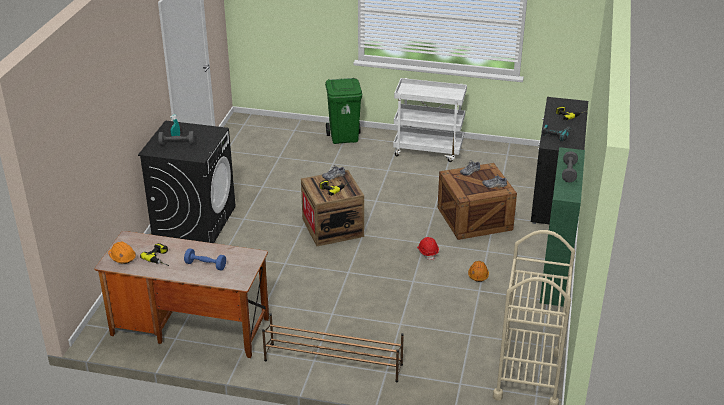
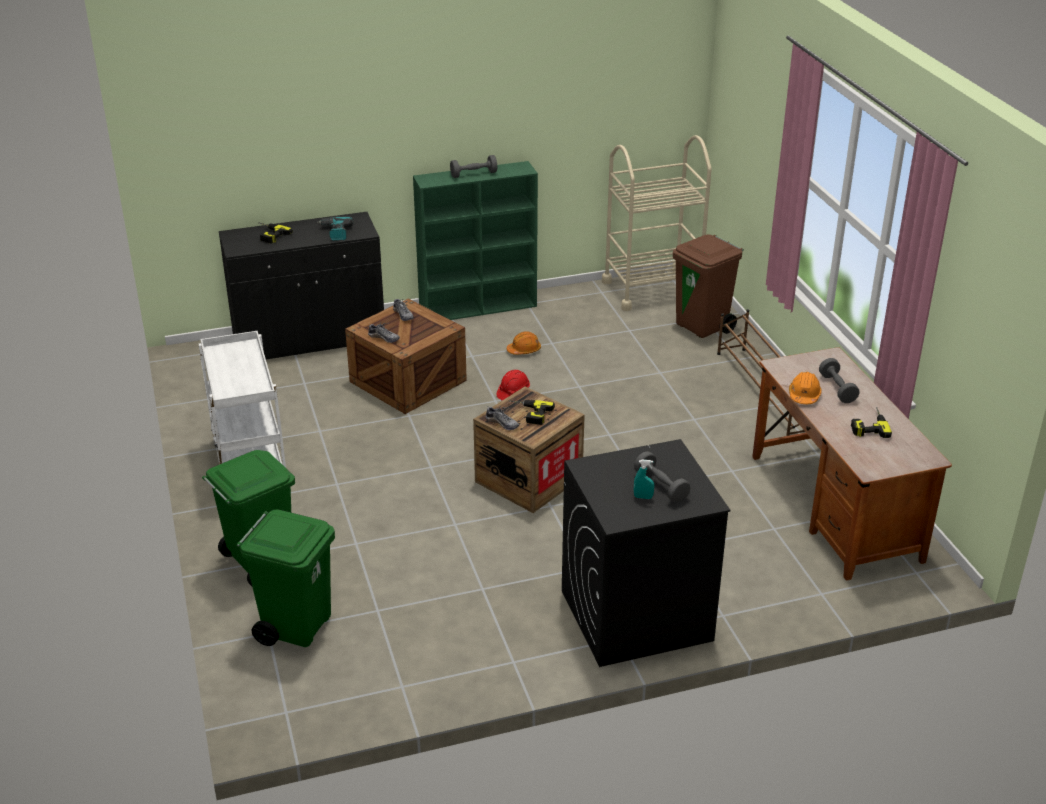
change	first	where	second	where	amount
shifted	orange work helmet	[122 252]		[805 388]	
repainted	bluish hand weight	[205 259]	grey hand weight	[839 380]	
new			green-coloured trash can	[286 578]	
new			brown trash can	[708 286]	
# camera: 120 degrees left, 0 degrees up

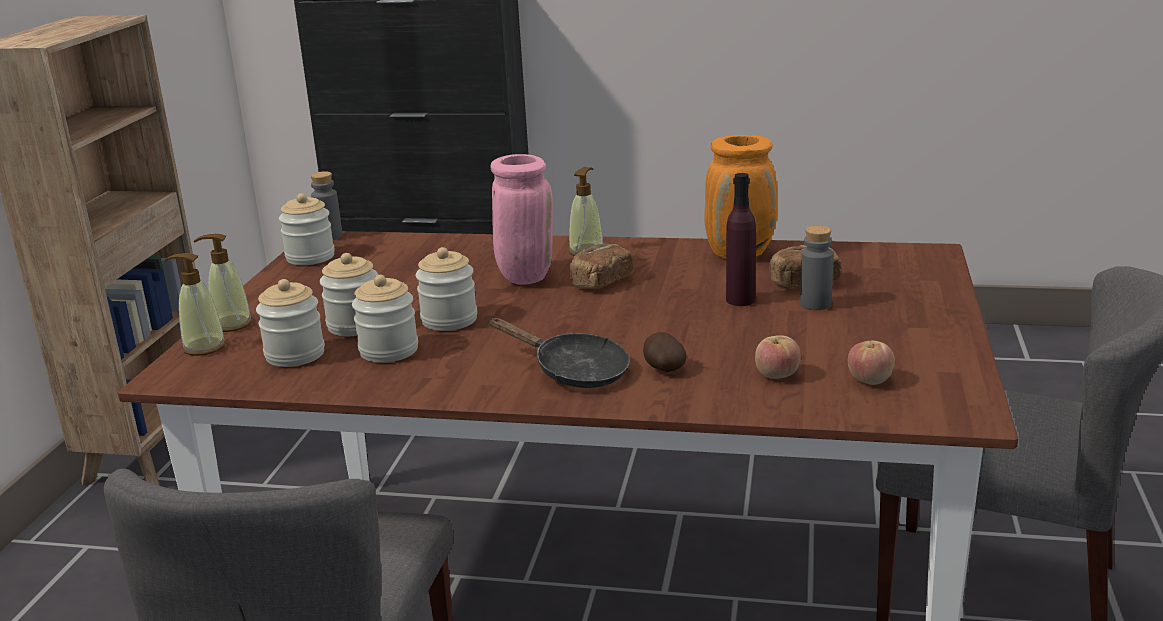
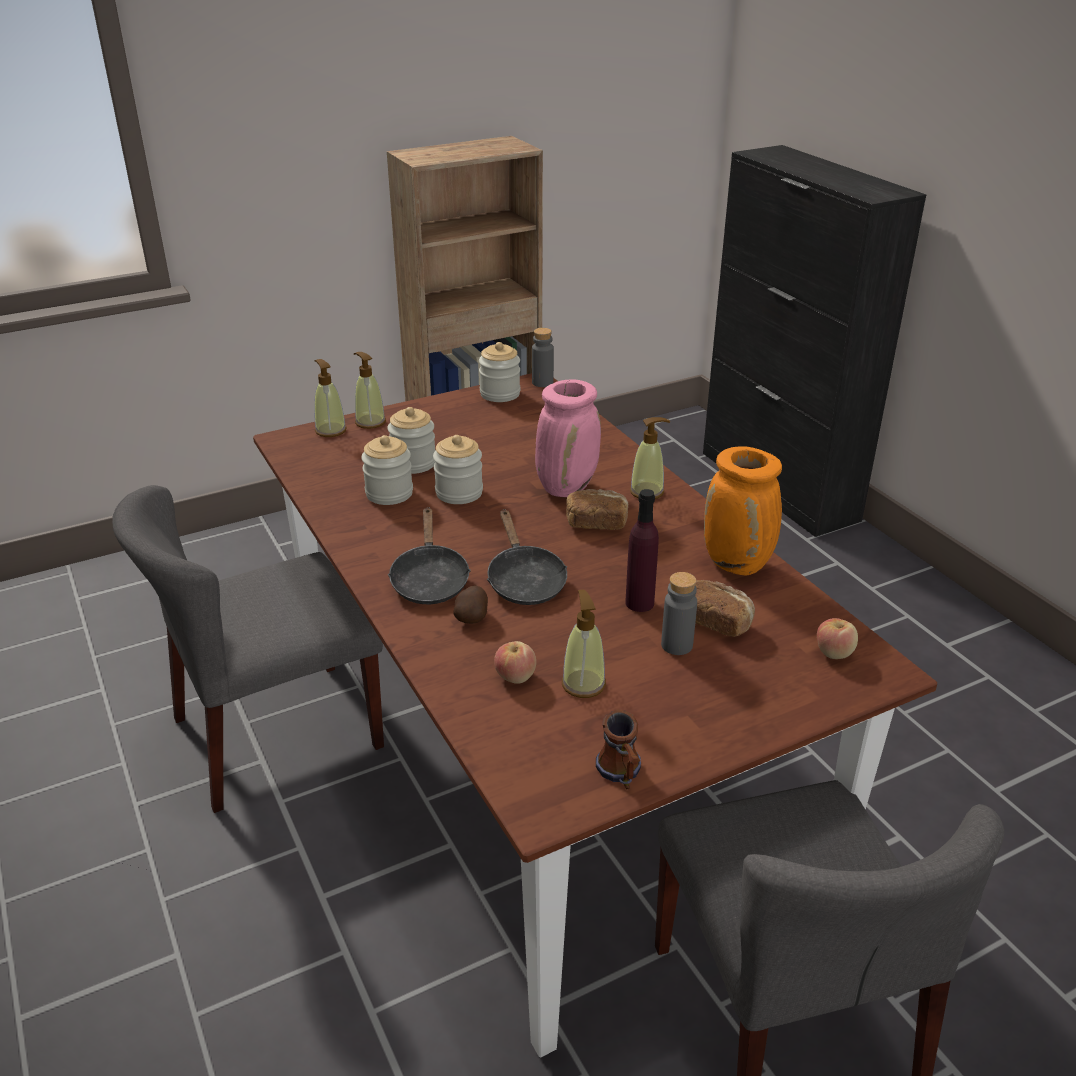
change	first	where	second	where	amount
gone	storage jar	[290 323]			
shifted	whole apple	[871 363]		[837 638]	
new			blackish pan	[527 557]	
new			soap dispenser	[584 644]	
new			coffee mug	[618 750]	
# camera: 50 degrees right, 10 degrees up

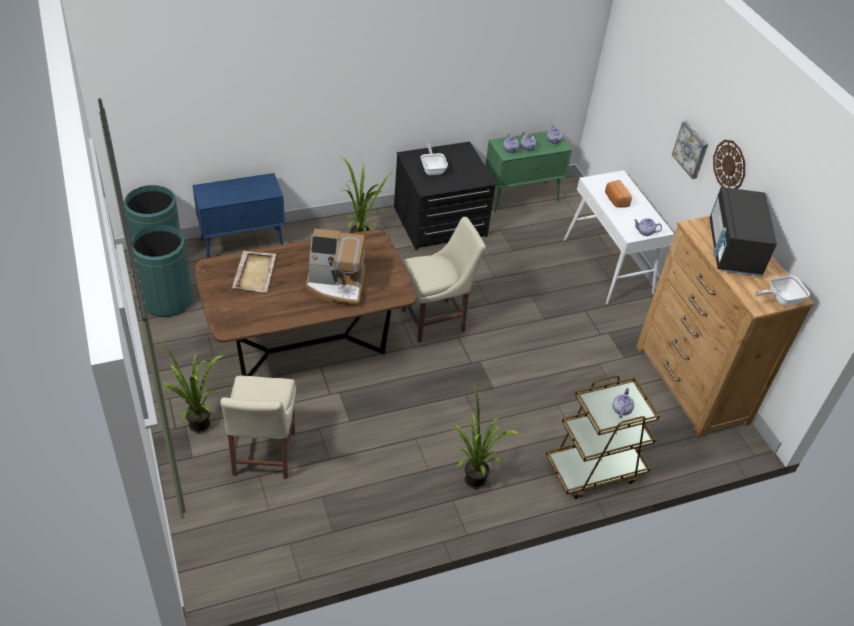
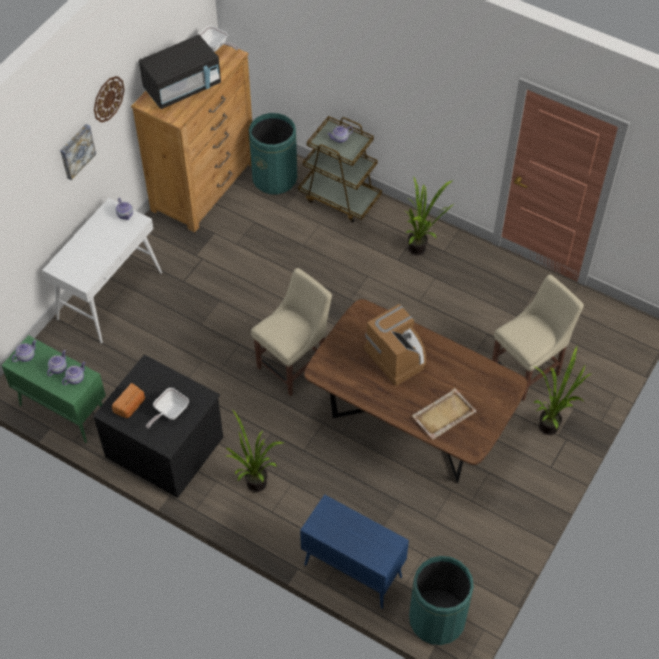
change	first	where	second	where	amount
shifted	green-coloured trash can	[162 271]		[273 154]	
rotated	beige-coloured plain chair	[444 280]		[291 332]	105 degrees clockwise
shifted	baked bread	[618 194]		[128 400]	
# camera: 125 degrees left, 10 degrees up

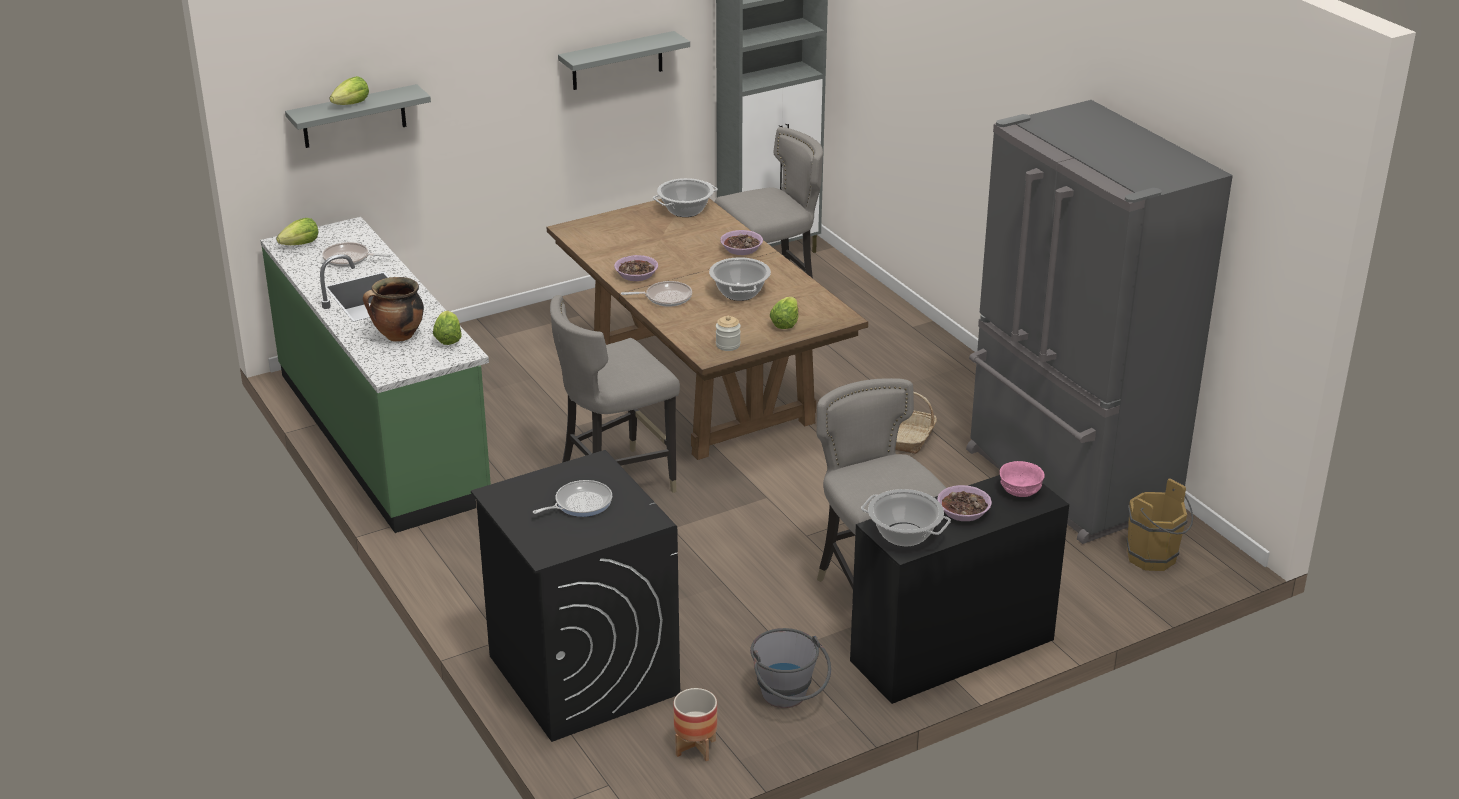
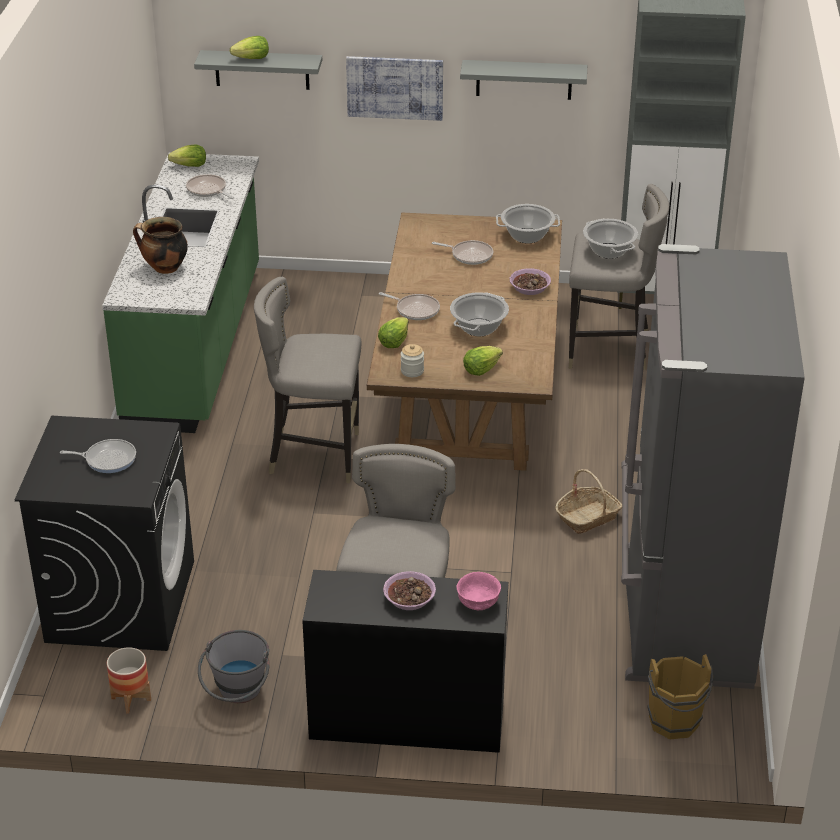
change	first	where	second	where	amount
shifted	lettuce	[447 327]		[393 332]	
gone	deep dish	[636 268]			
shifted	cooking pot	[906 518]		[610 239]	
new			wall picture	[394 88]	
new			pan	[462 252]	
# camera: 35 degrees right, 5 degrees up

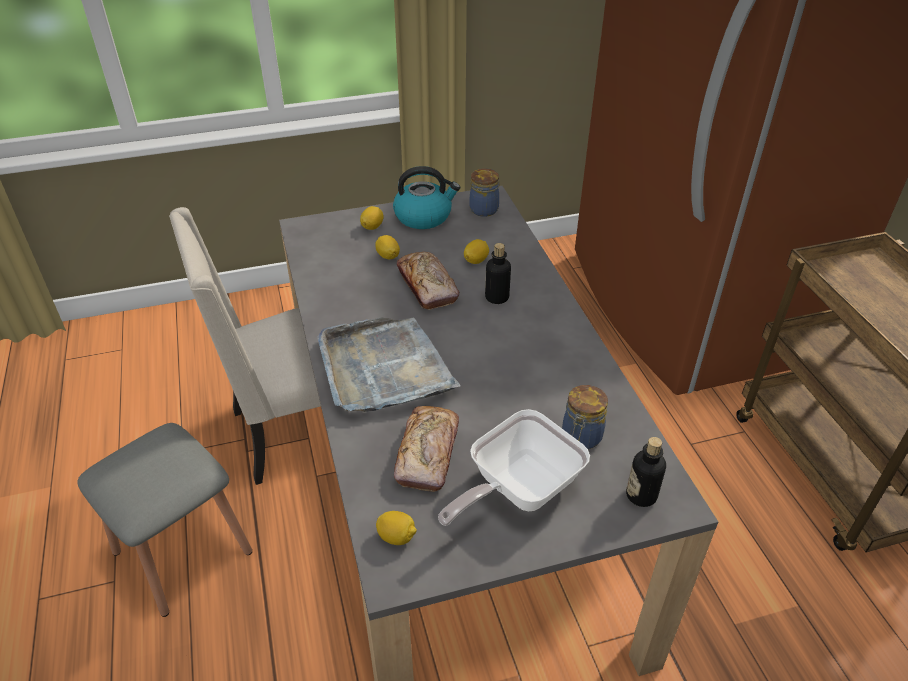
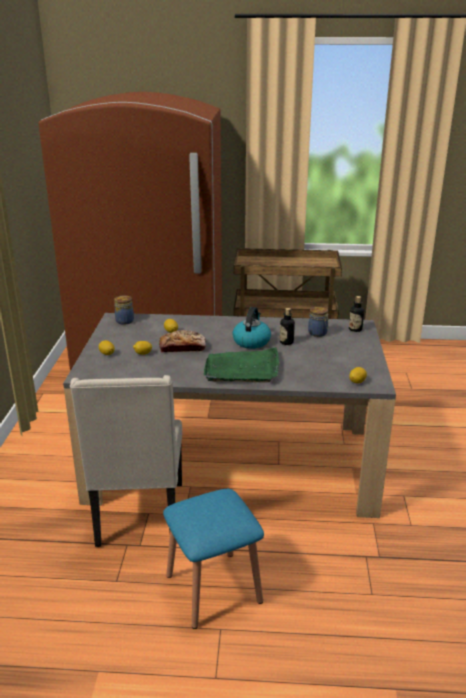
change	first	where	second	where	amount
repainted	grey stool seat	[164 520]	bluish stool seat	[213 559]	
repainted	grey serving tray	[389 365]	green-coloured serving tray	[241 364]	
shifted	kettle	[426 197]		[251 328]	
gone	baked bread	[426 449]			
gone	pan	[514 467]			
shifted	drink bottle	[498 273]		[287 326]	
# camera: 70 degrees left, 15 degrees down

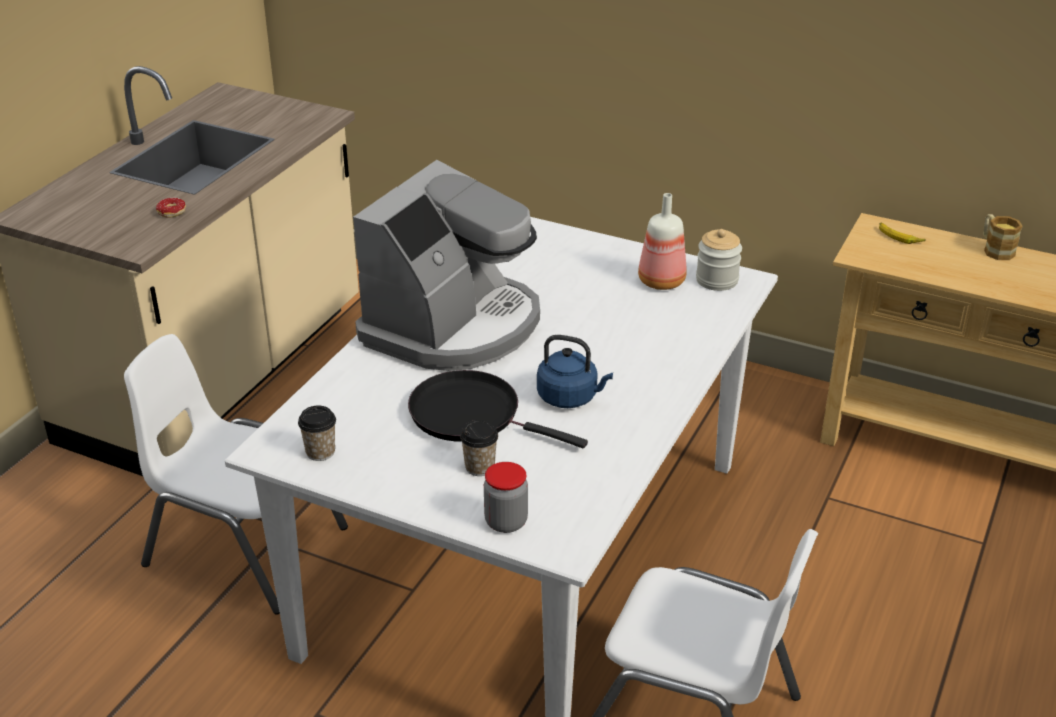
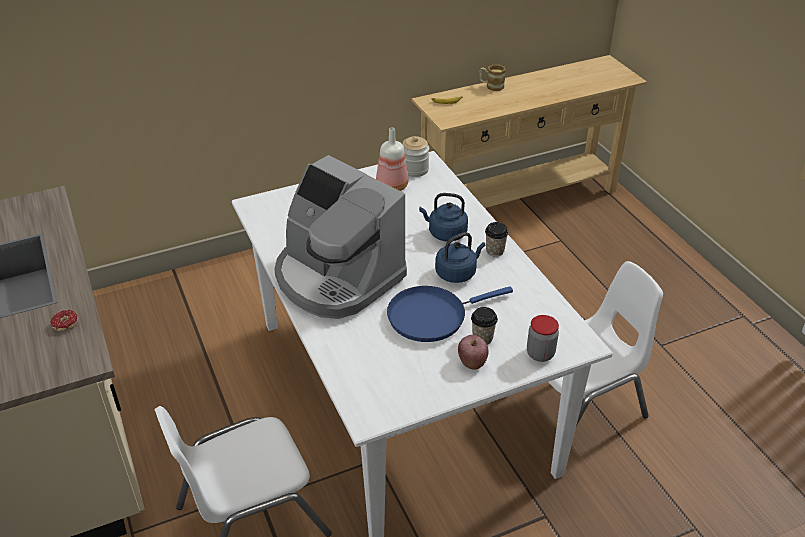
change	first	where	second	where	amount
shifted	cup	[317 433]		[497 239]	
rotated	coffee brewer	[446 265]		[340 237]	150 degrees clockwise
repainted	blackish pan	[498 409]	bluish pan	[450 314]	
new			bluish kettle	[443 217]	
new			whole apple	[473 352]	
# camera: 50 degrees left, 5 degrees up

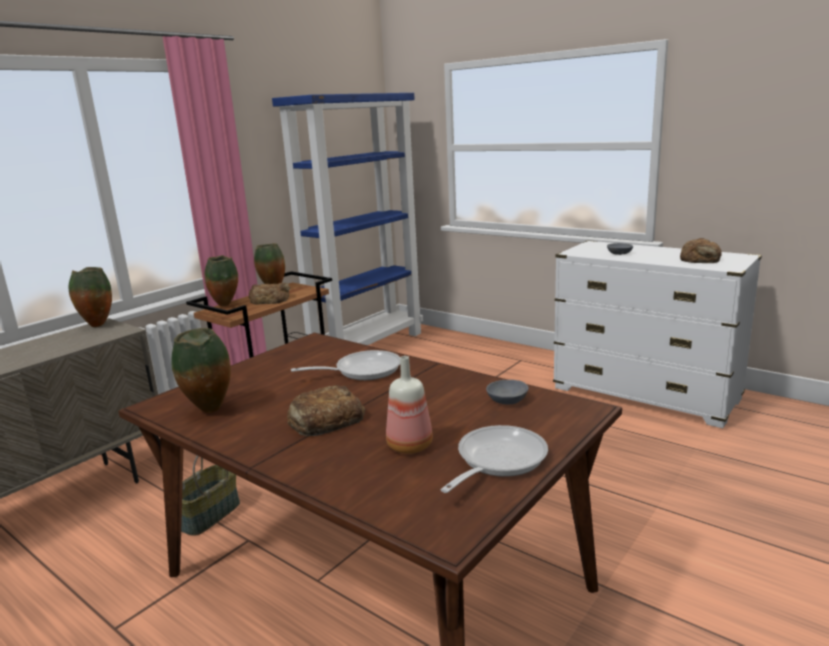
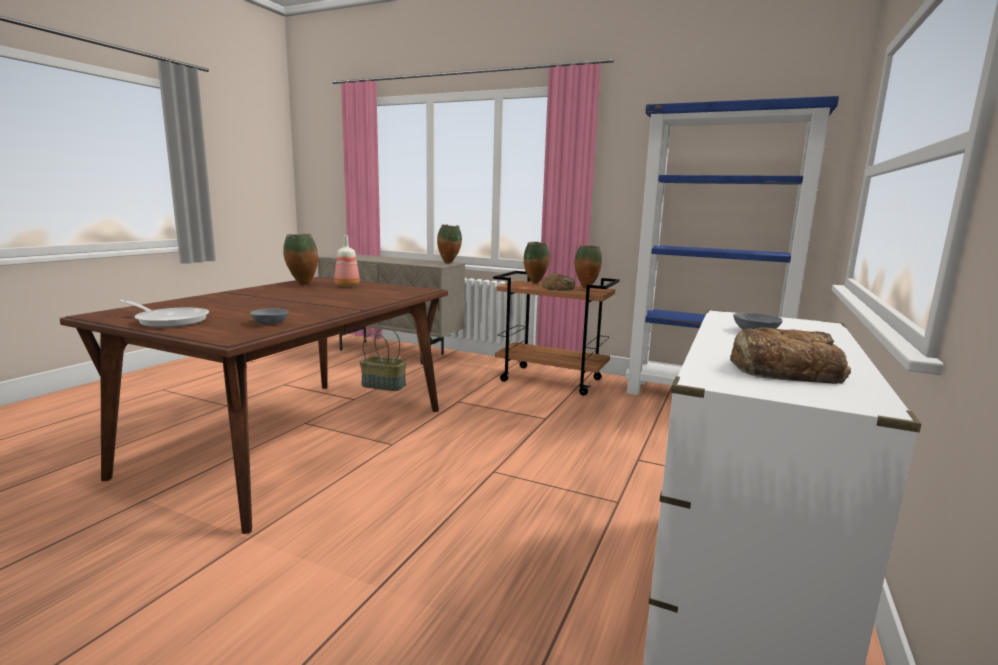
change	first	where	second	where	amount
gone	baked bread	[326 410]			
gone	pan	[345 365]			
shifted	drink bottle	[409 405]		[347 261]	
# camera: 75 degrees right, 5 degrees down

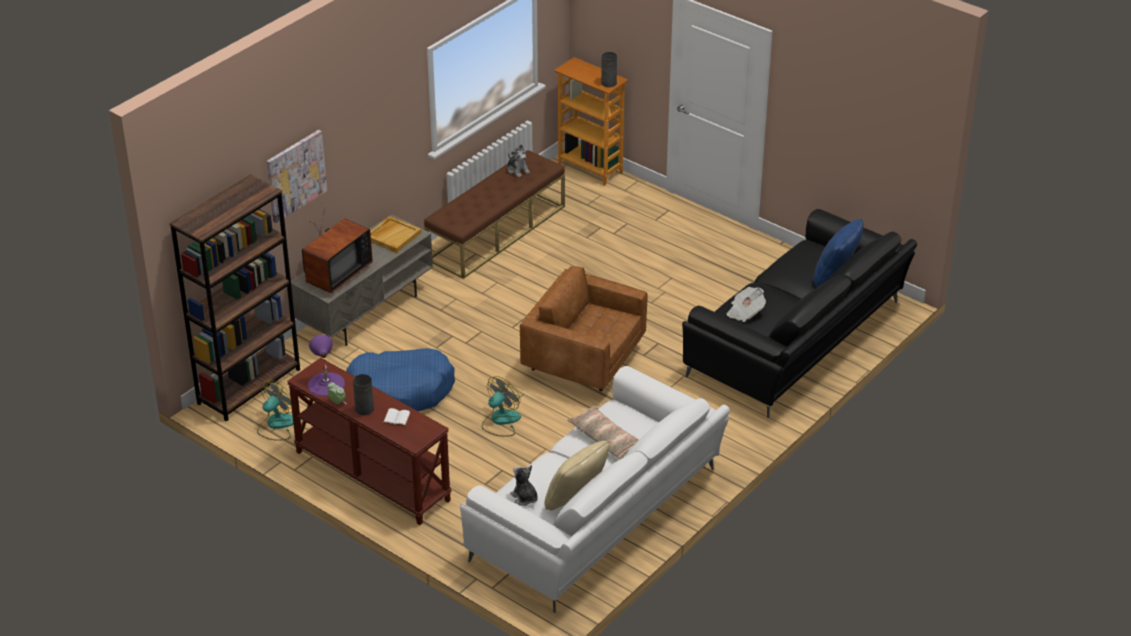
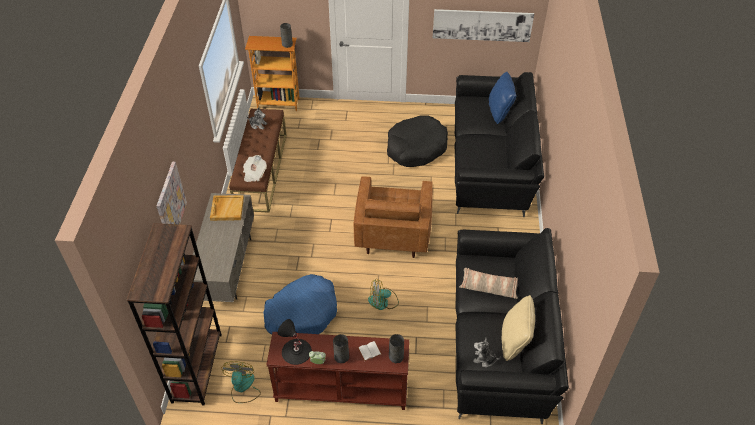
change	first	where	second	where	amount
gone	TV	[337 249]			
repainted	purple lamp for a table	[326 365]	blackish lamp for a table	[295 342]	
repainted	whitish sofa	[595 489]	blackish sofa	[512 326]	
rotated	fan	[501 406]		[383 294]	105 degrees counterclockwise
rotated	brown easy chair	[584 328]		[393 217]	75 degrees counterclockwise
shifted	newspaper	[746 304]		[255 168]	
new			blackish dog cushion	[417 141]	
new			grey flower vase	[396 348]	
new			wall picture	[483 25]	
# camera: 35 degrees left, 10 degrees up

